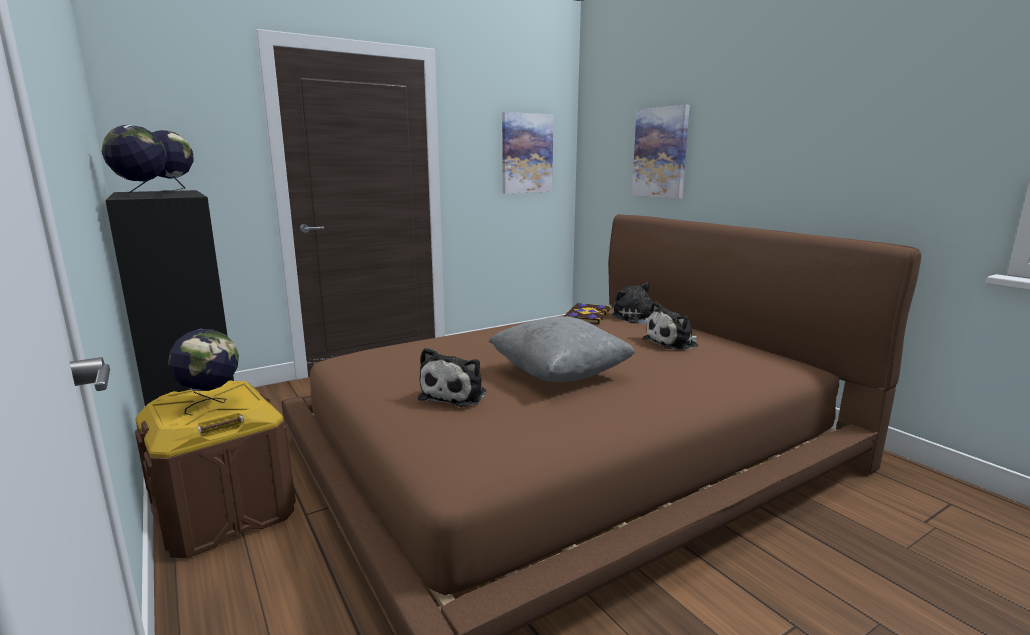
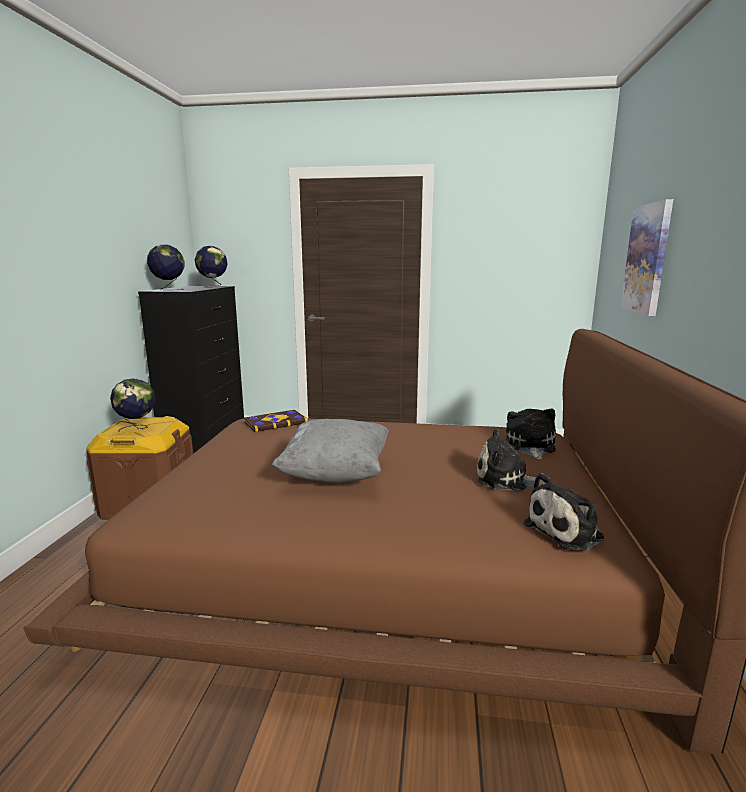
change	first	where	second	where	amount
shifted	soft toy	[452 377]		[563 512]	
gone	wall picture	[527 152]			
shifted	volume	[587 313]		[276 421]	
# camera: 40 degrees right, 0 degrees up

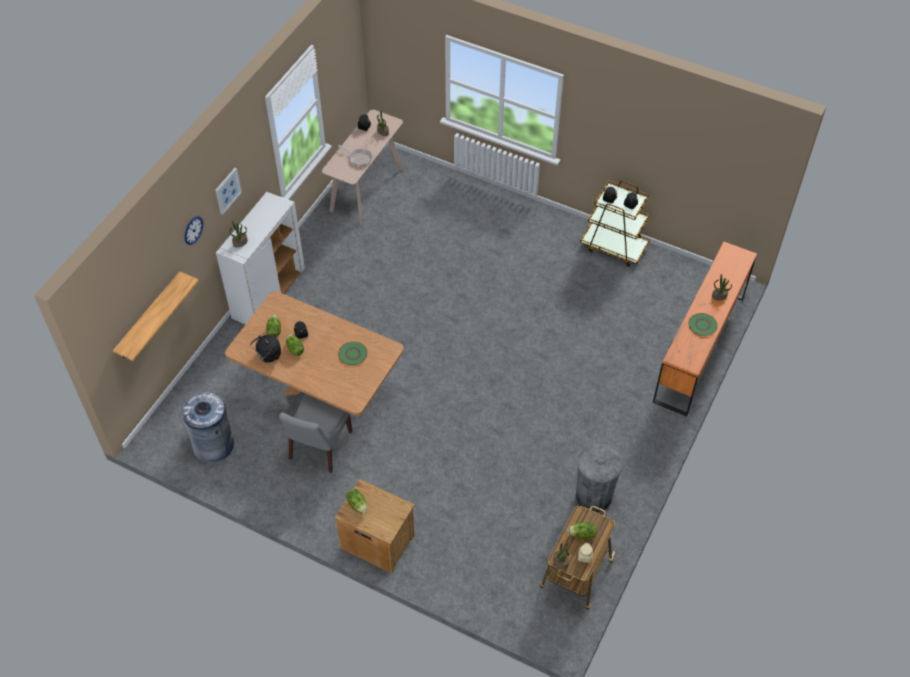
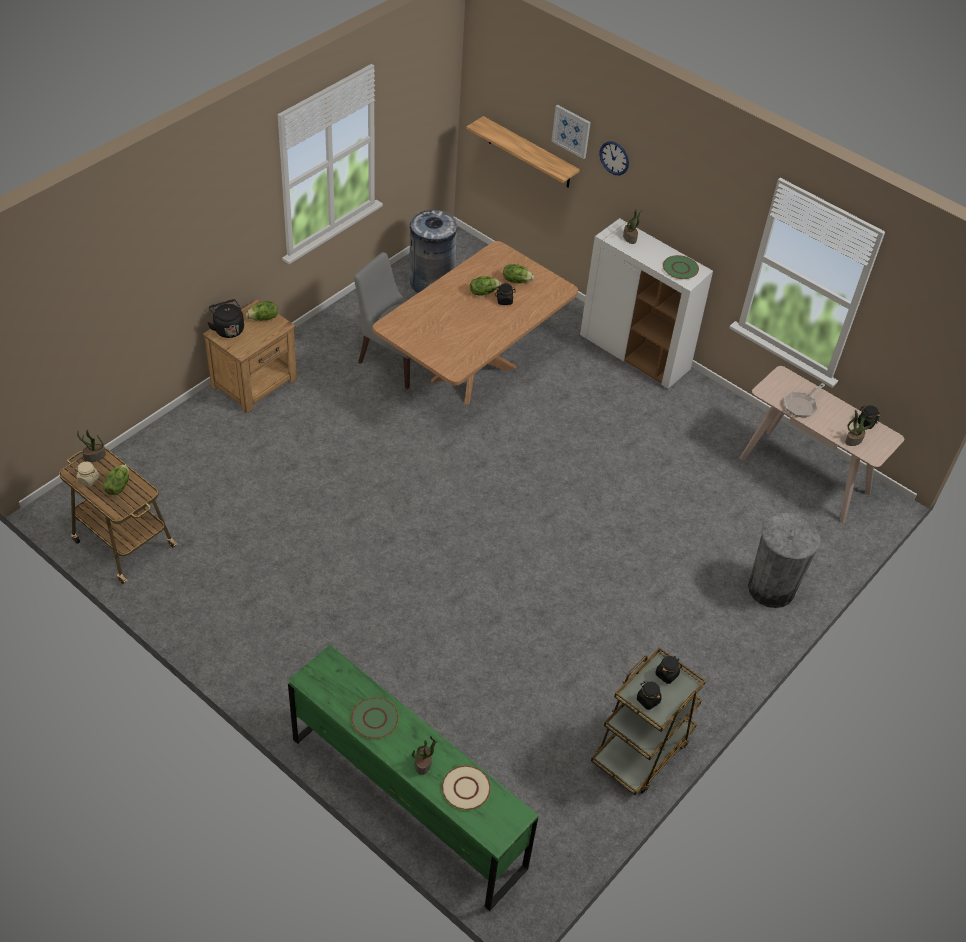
change	first	where	second	where	amount
shifted	wall picture	[228 191]		[571 132]	
shifted	blackish kettle	[265 349]		[225 318]	
shifted	green-coloured plate	[353 353]		[681 267]	
shifted	grey trash can	[599 478]		[784 560]	
repainted	orange drawer chest	[705 329]	green-coloured drawer chest	[413 778]	
new			beige-coloured plate	[466 787]	
# camera: 100 degrees right, 5 degrees down

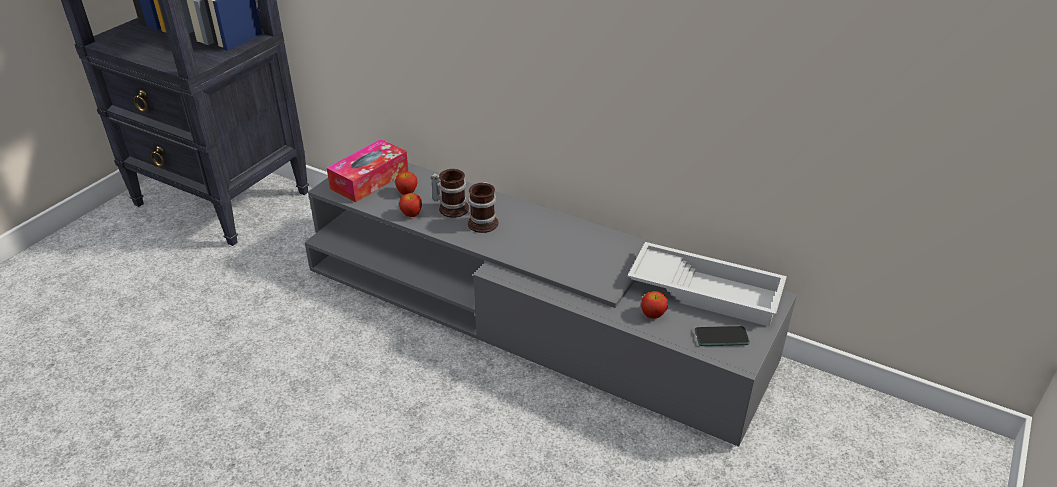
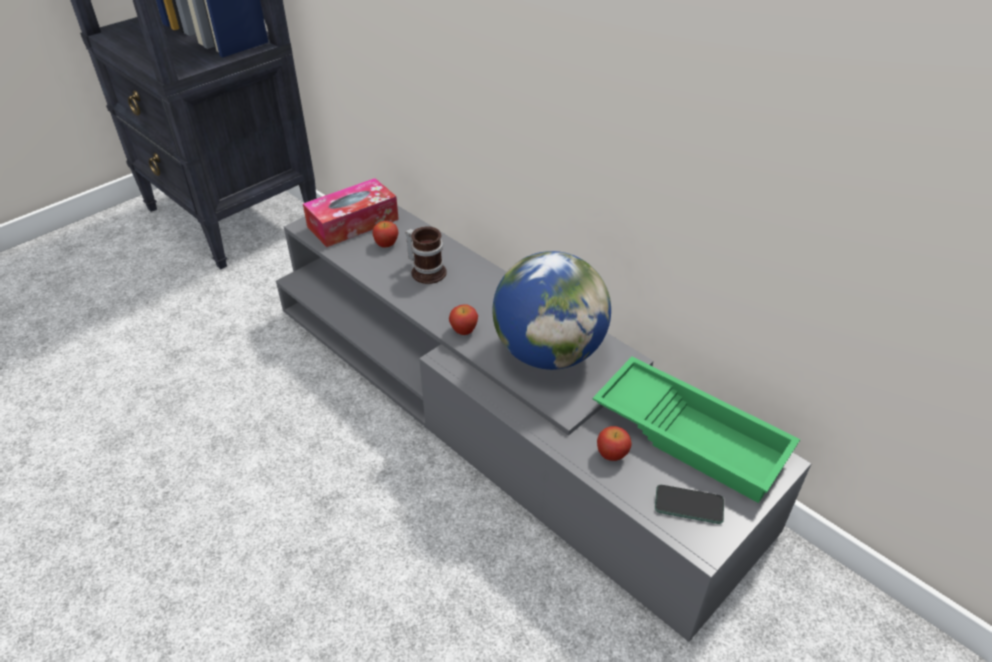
change	first	where	second	where	amount
shifted	whole apple	[410 205]		[463 319]	
gone	coffee mug	[483 207]			
repainted	whitish serving tray	[707 284]	green-coloured serving tray	[696 430]	
new			globe	[551 310]	
# camera: 15 degrees right, 5 degrees up

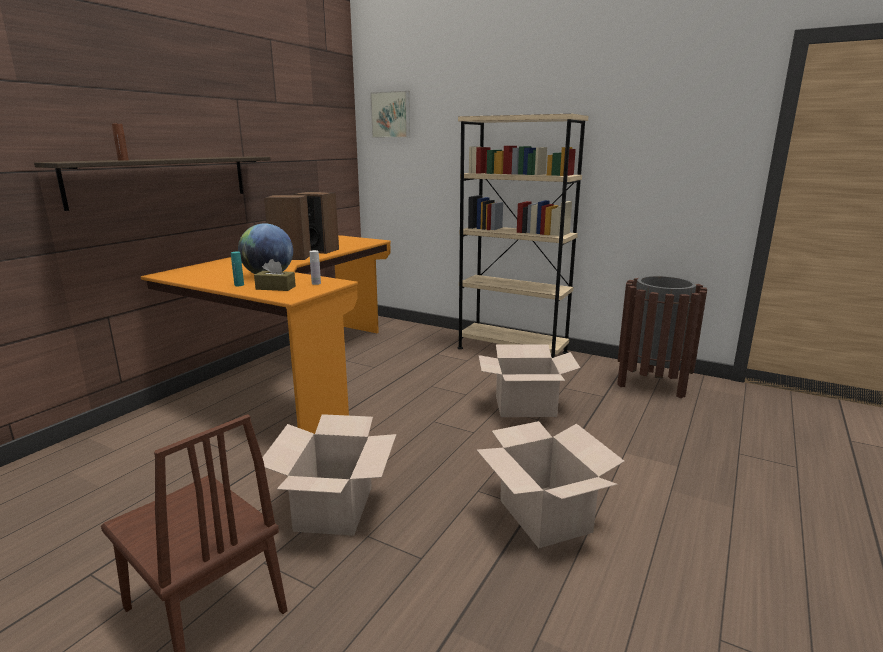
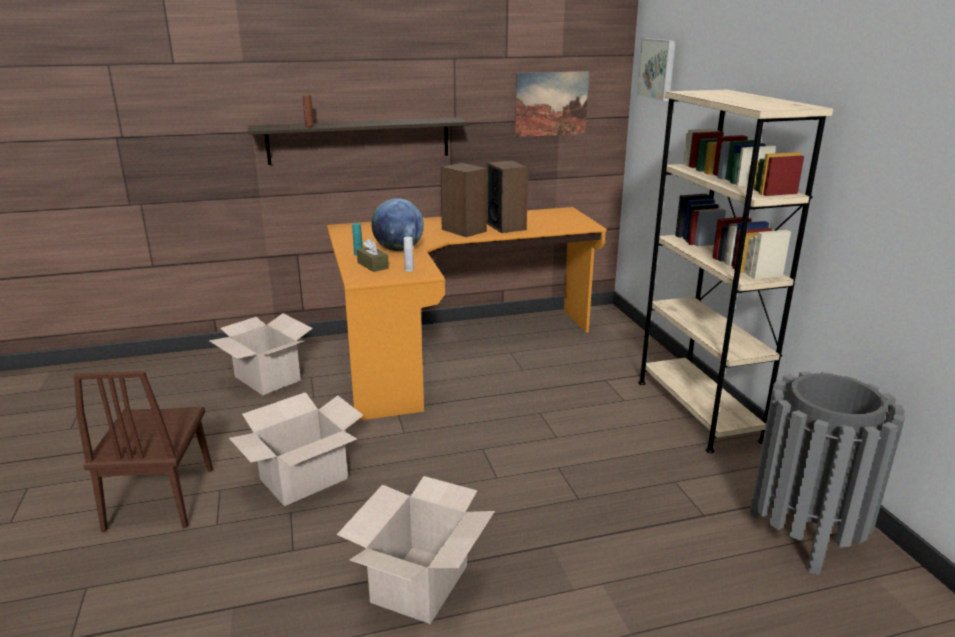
change	first	where	second	where	amount
shifted	cardboard box	[529 380]		[261 354]	
repainted	brown trash can	[662 337]	grey trash can	[827 473]	
new			wall picture	[552 104]	
# camera: 45 degrees right, 5 degrees up

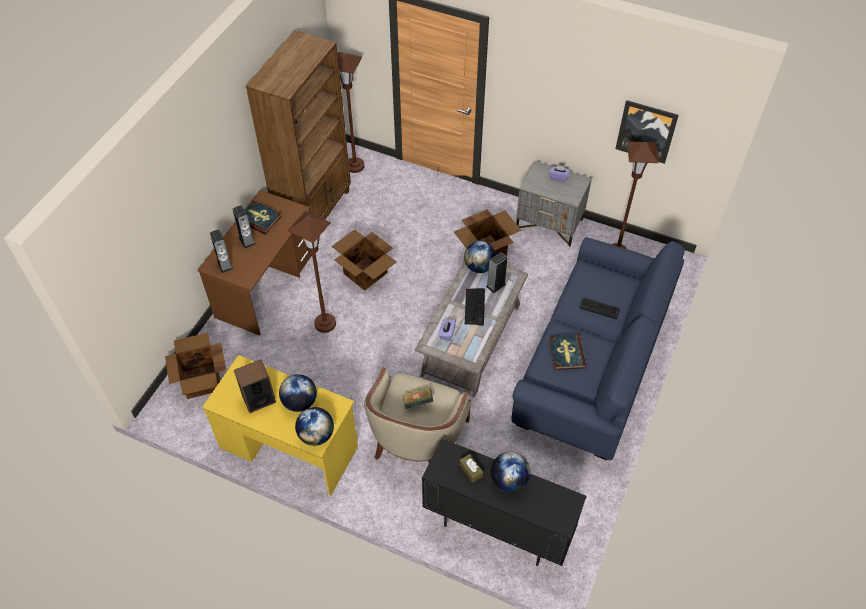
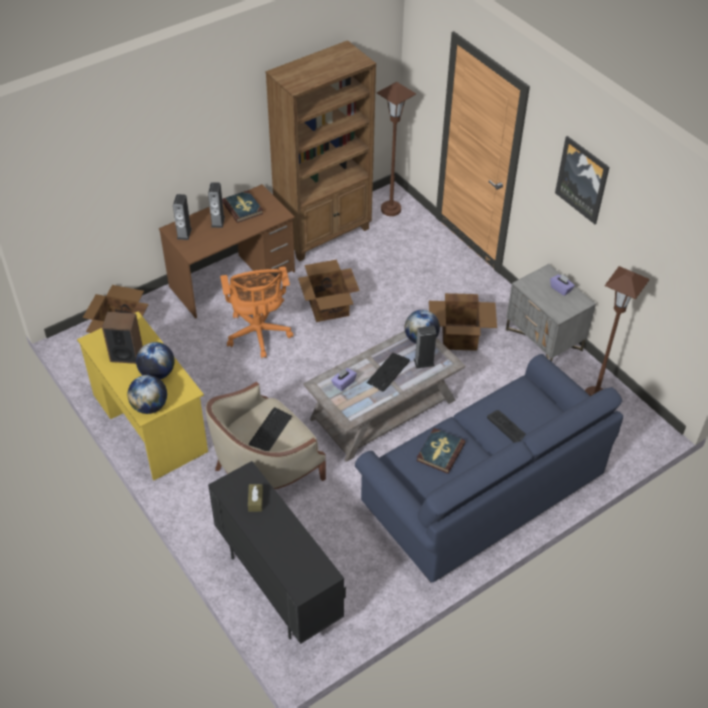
change	first	where	second	where	amount
swapped	brown standard lamp	[312 272]	orange office chair	[257 312]	
swapped	volume	[418 398]	PC keyboard	[270 429]	
gone	globe	[511 472]			
shifted	wall picture	[647 132]		[582 180]	
# camera: 30 degrees right, 5 degrees down

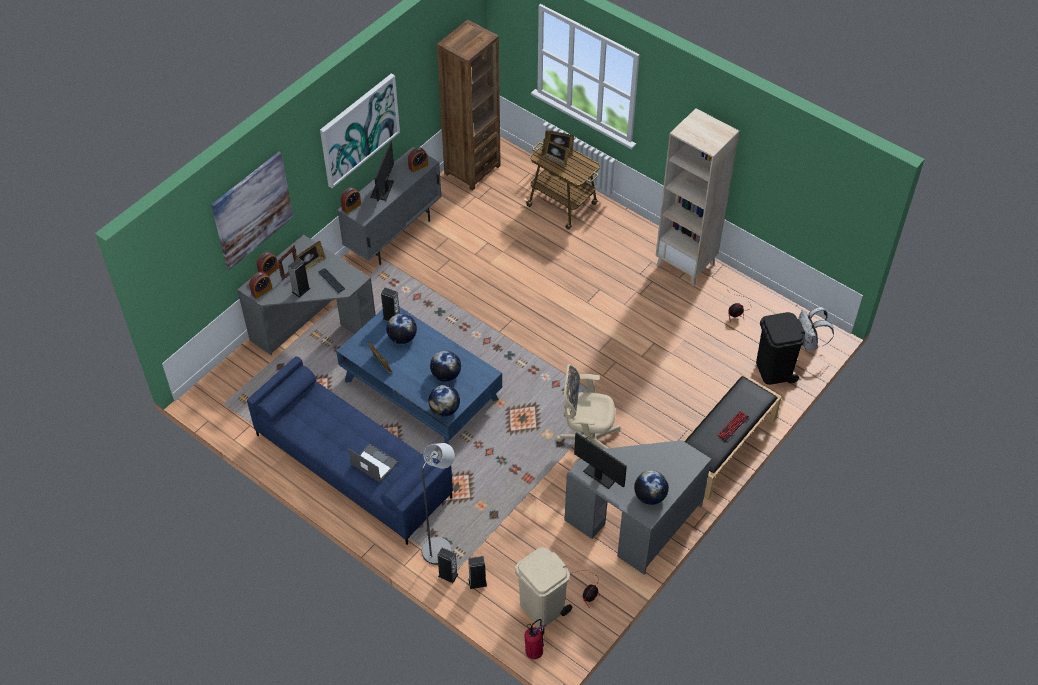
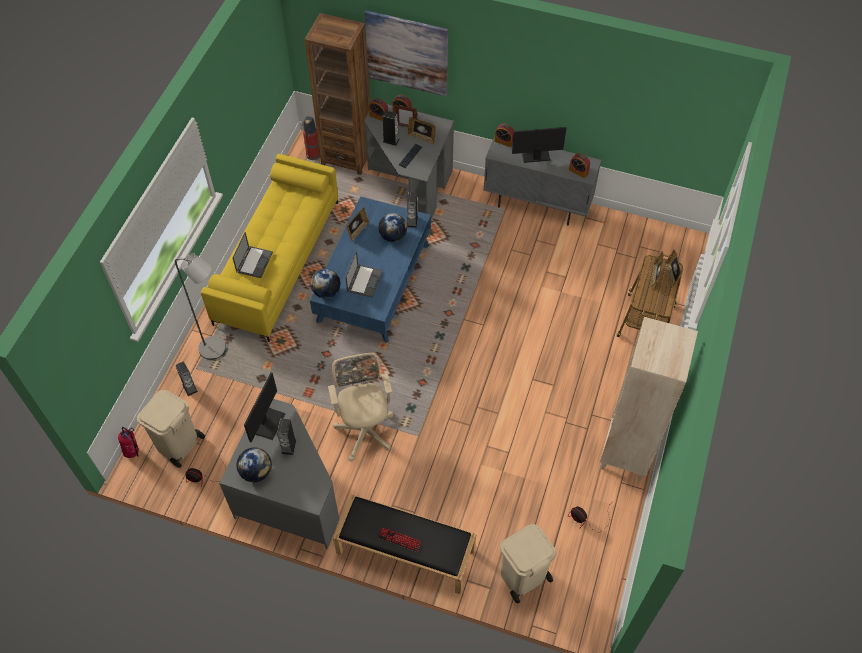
change	first	where	second	where	amount
repainted	bluish sofa	[350 450]	yellow sofa	[269 248]	
gone	wall picture	[360 131]			
swapped	globe	[445 366]	laptop	[364 274]	
shifted	brown bookshelf	[469 105]		[337 94]	
shifted	audio speaker	[447 565]		[287 437]	
repainted	blackish trash can	[780 348]	beige-coloured trash can	[528 564]	
gone	whitish rucksack	[816 328]			
new			fire extinguisher	[311 138]	
# camera: 70 degrees right, 5 degrees up

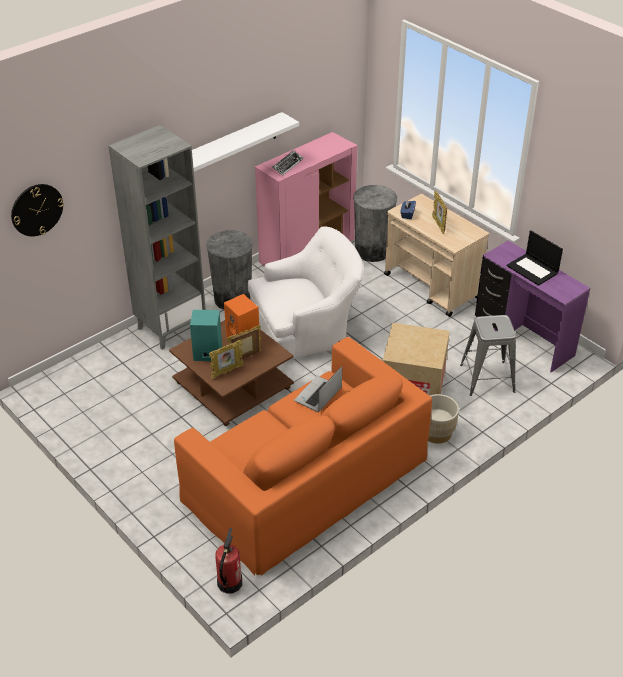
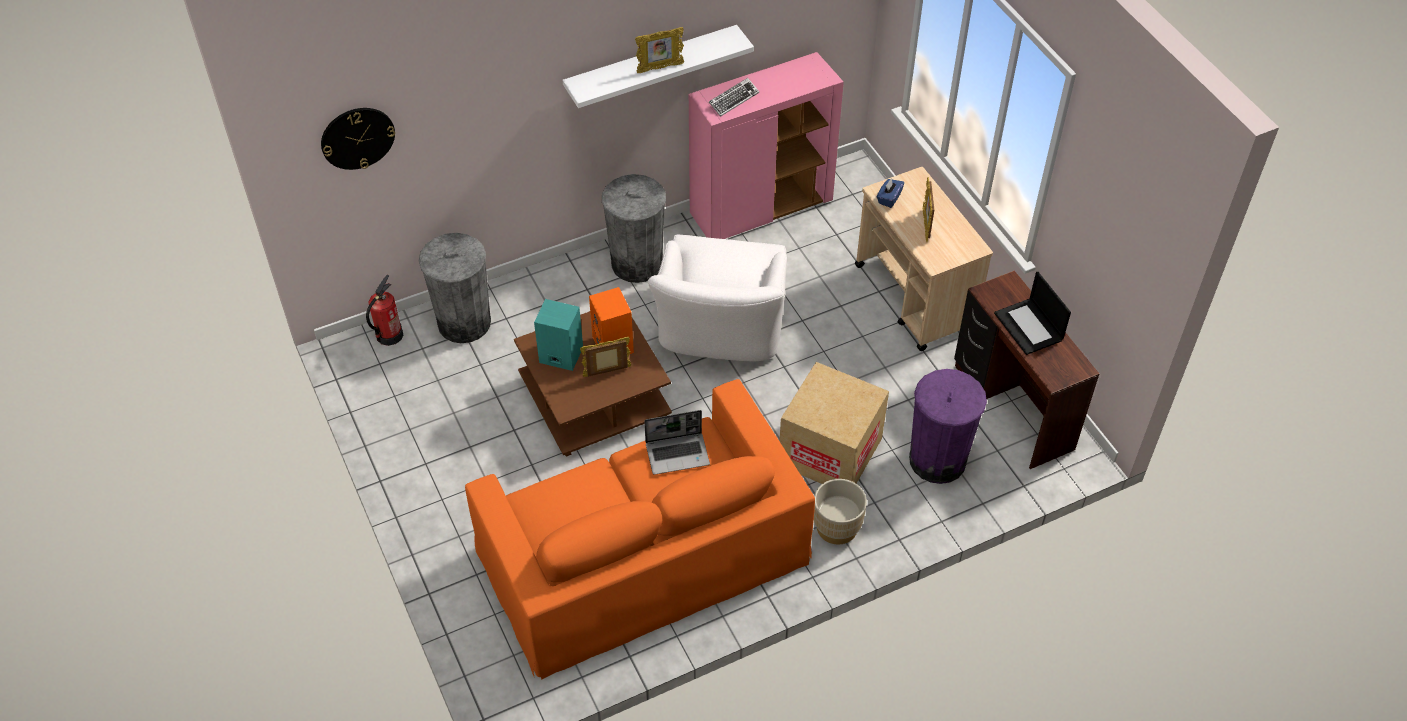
change	first	where	second	where	amount
gone	grey bookshelf	[157 237]			
shifted	photo frame	[226 359]		[659 50]	
shifted	fire extinguisher	[228 560]		[384 310]	
rotated	whitish easy chair	[306 294]		[717 298]	105 degrees clockwise
rotated	laptop	[318 389]		[677 442]	150 degrees counterclockwise
shifted	grey trash can	[375 223]		[455 288]	
swapped	grey stool seat	[488 355]	purple trash can	[948 426]	
repainted	purple desk table	[532 306]	brown desk table	[1027 370]	
# camera: 15 degrees right, 10 degrees up

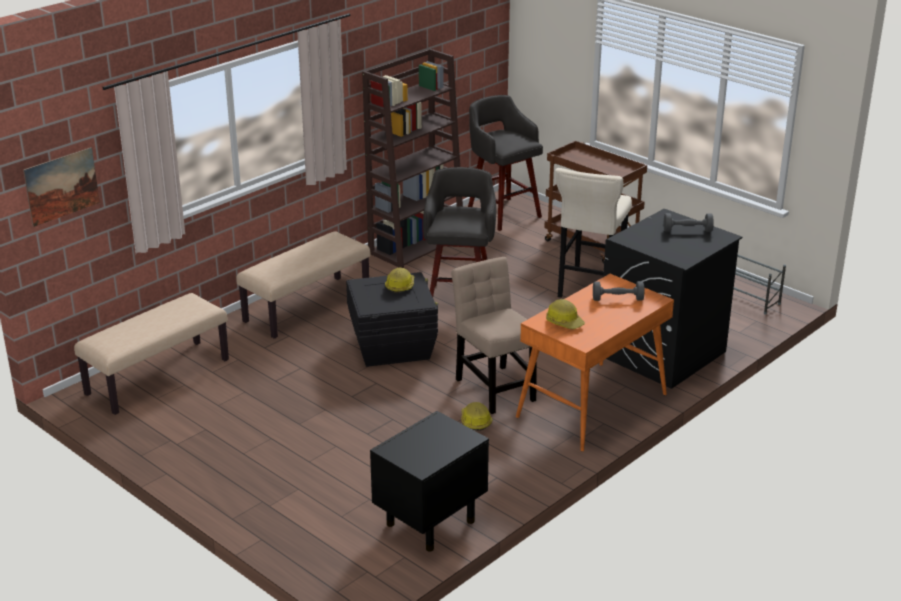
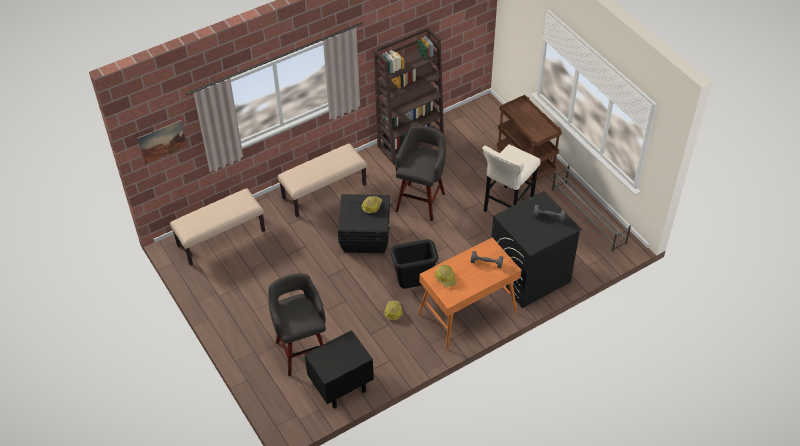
change	first	where	second	where	amount
swapped	beige-coloured plain chair	[494 335]	blackish trash can	[414 264]	
shifted	grey stool seat	[505 163]		[297 325]	
# camera: 15 degrees right, 20 degrees up

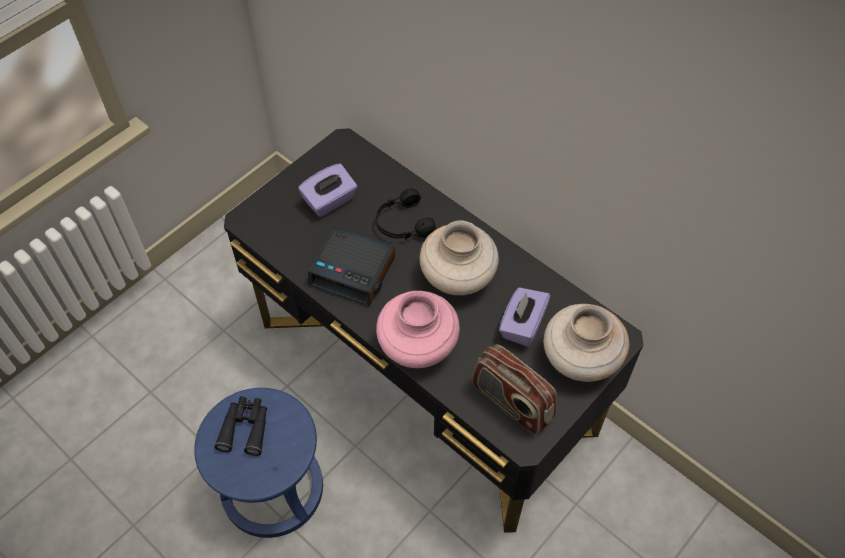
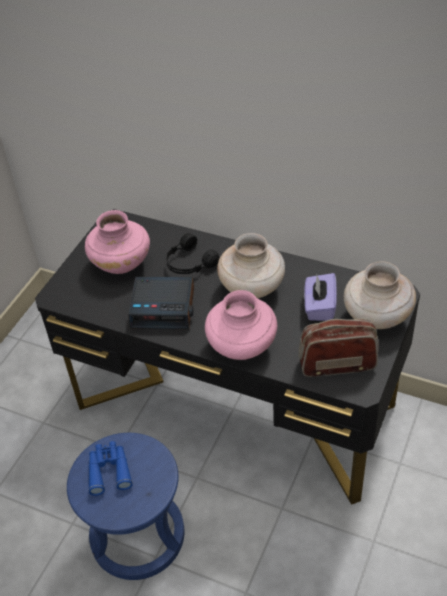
change	first	where	second	where	amount
repainted	blackish pair of binoculars	[240 426]	bluish pair of binoculars	[110 468]	
swapped	purple box of tissues	[327 190]	pinkish flower vase	[117 242]	
rotated	radio	[514 390]		[338 348]	150 degrees clockwise
# camera: 15 degrees left, 10 degrees down

